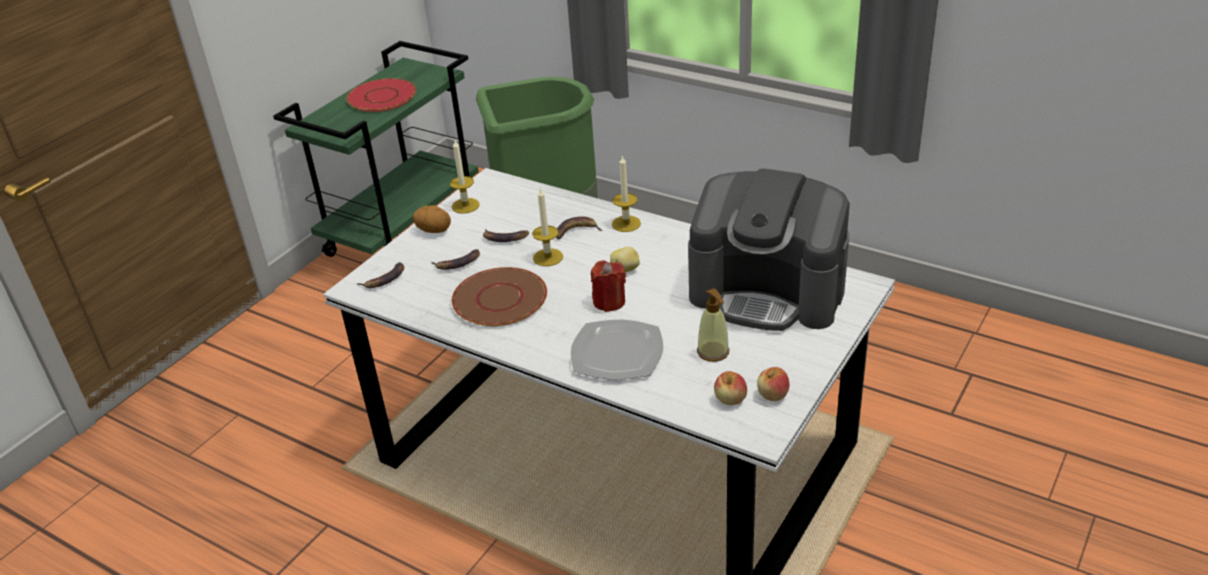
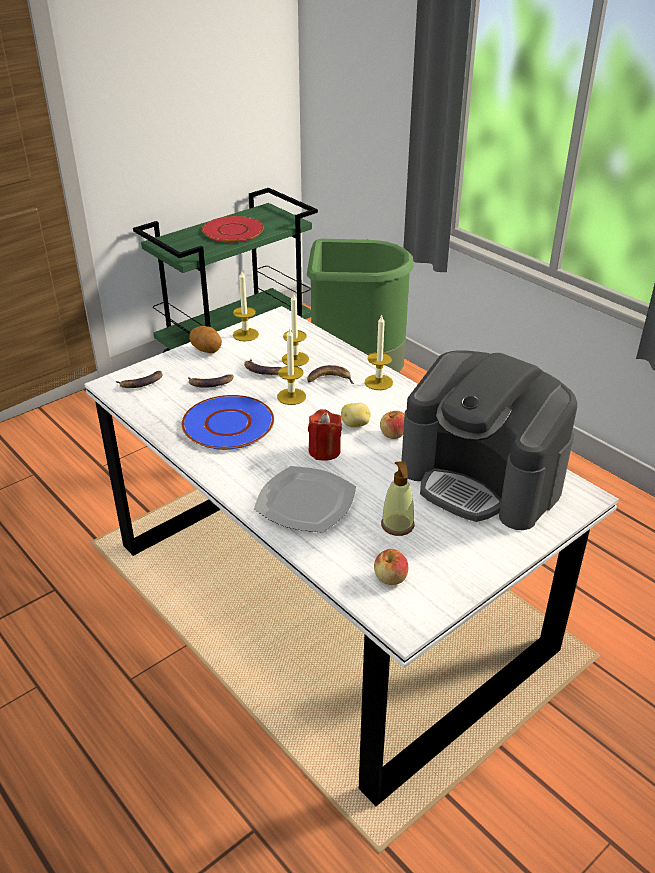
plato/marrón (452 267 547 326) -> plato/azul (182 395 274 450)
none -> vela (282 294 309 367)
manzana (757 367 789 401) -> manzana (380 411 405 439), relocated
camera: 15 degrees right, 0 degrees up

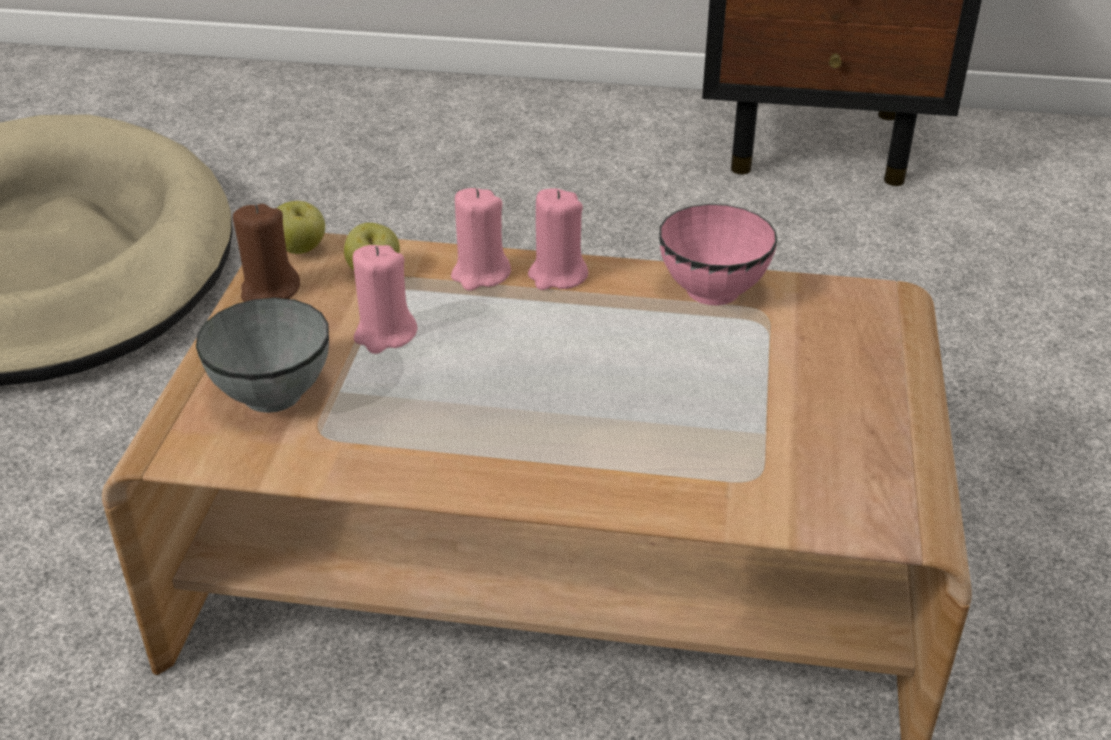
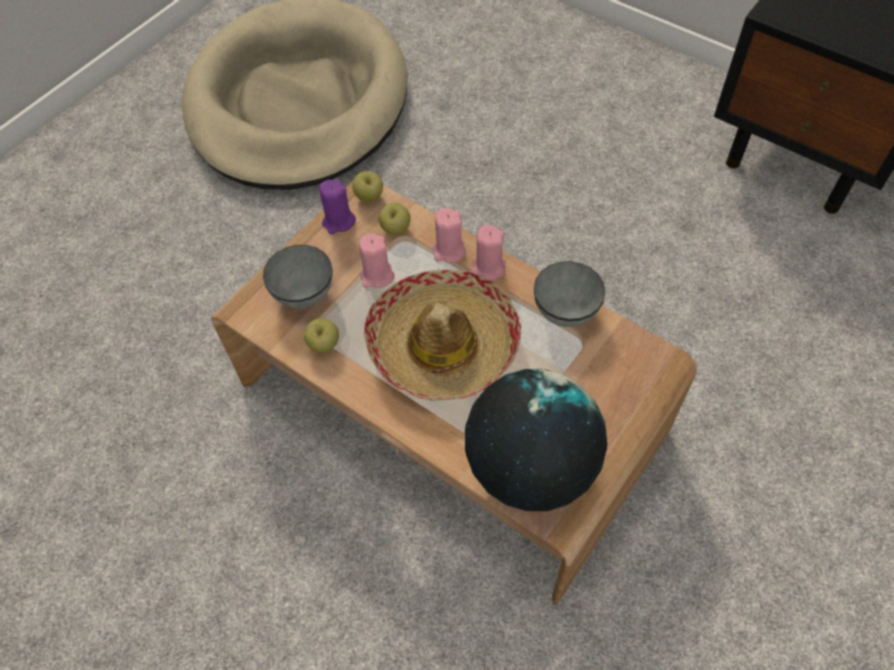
none -> manzana (304 318 339 352)
vela/marrón (233 204 300 302) -> vela/morado (319 180 356 235)
none -> sombrero (364 270 521 401)
none -> globo terráqueo (465 369 607 511)
cuenco/rosa (659 204 777 305) -> cuenco/gris (534 261 605 327)
camera: 30 degrees right, 20 degrees up

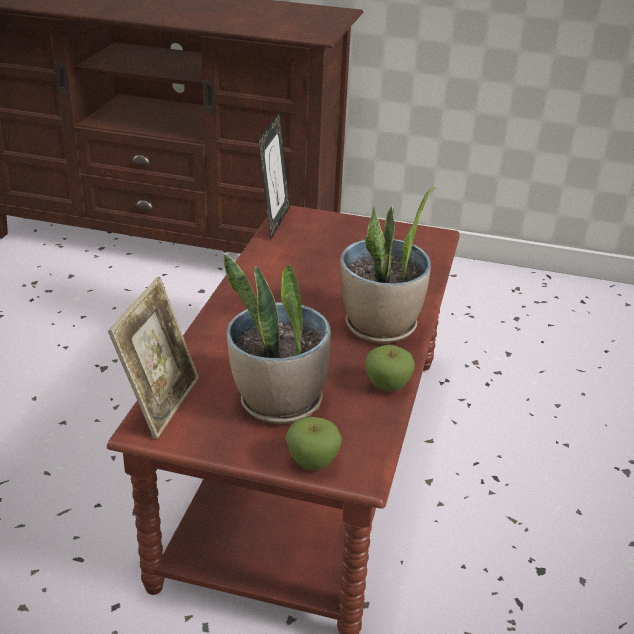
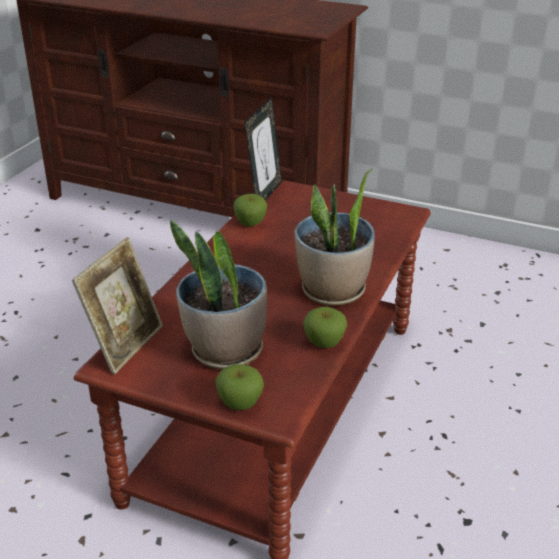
none -> manzana (233 194 267 227)
camera: 10 degrees right, 0 degrees up

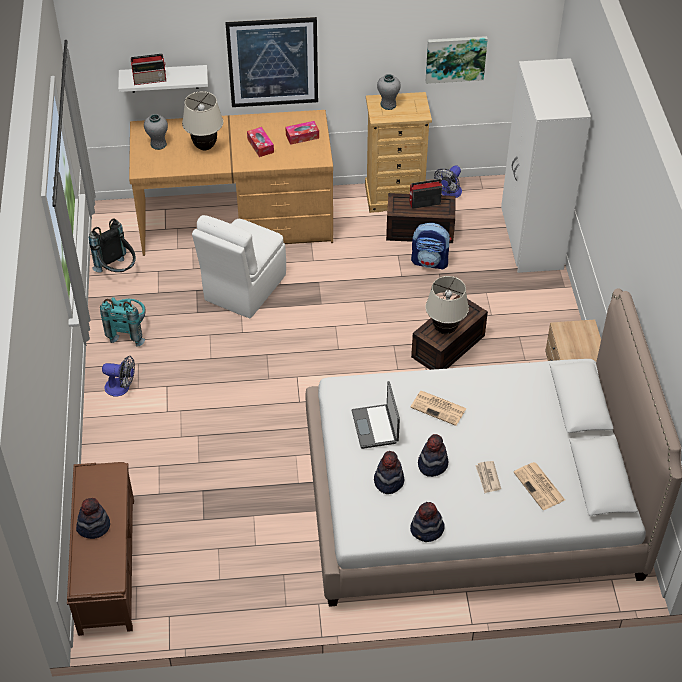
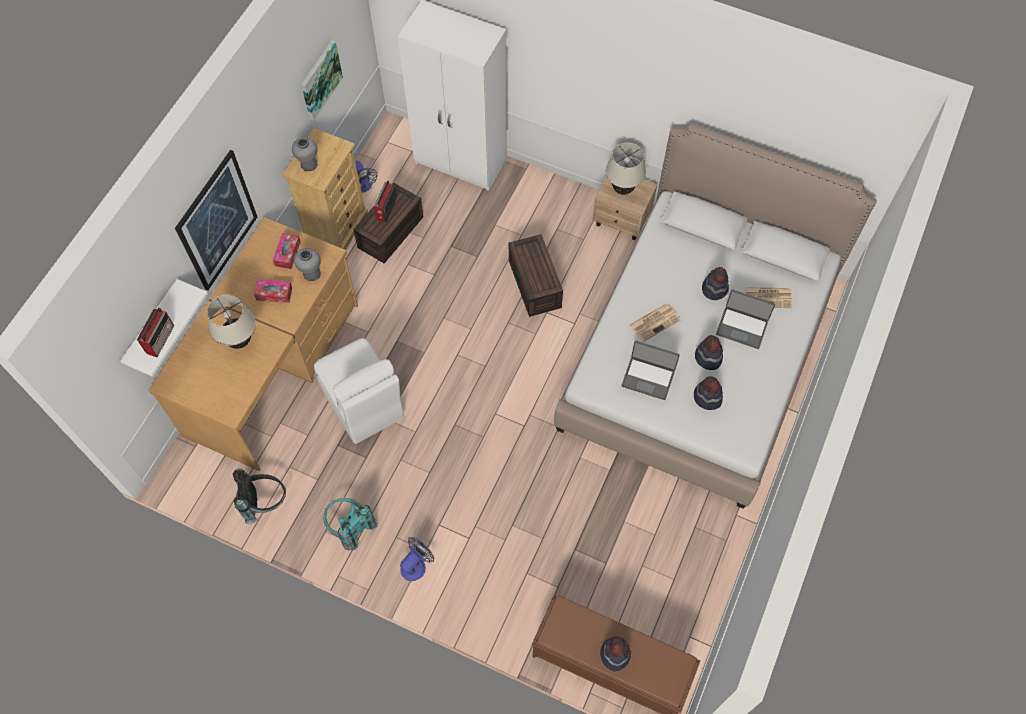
florero/gris (144 114 168 150) -> florero/gris (294 248 321 281), relocated
lámpara de mesa/beis (426 276 469 334) -> lámpara de mesa/beis (605 143 646 195), relocated
sombrero (410 502 445 542) -> sombrero (702 267 729 300), relocated
periódico (475 461 501 493) -> portátil (716 290 775 349)
mochila (411 223 451 270) -> none
camera: 60 degrees left, 15 degrees up

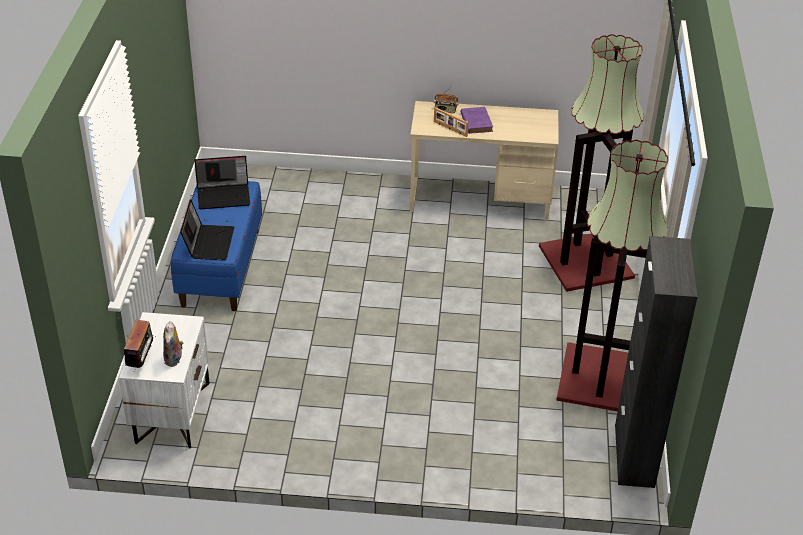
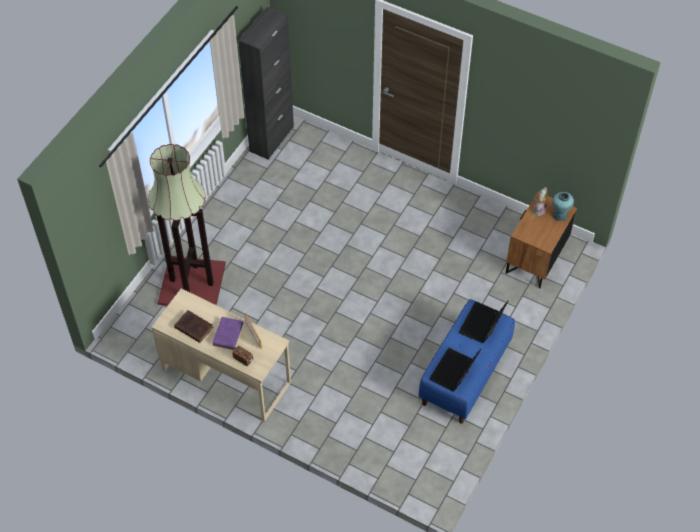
none -> libro/marrón (174 310 213 343)
portátil (194 156 250 209) -> portátil (429 348 481 391), 75 degrees counterclockwise
mesita de noche/blanco (119 312 210 449) -> mesita de noche/marrón (506 192 577 288)
radio (120 320 156 368) -> florero/turquesa (552 192 574 221)
lámpara de pie (556 140 668 411) -> none
camera: 155 degrees left, 15 degrees up

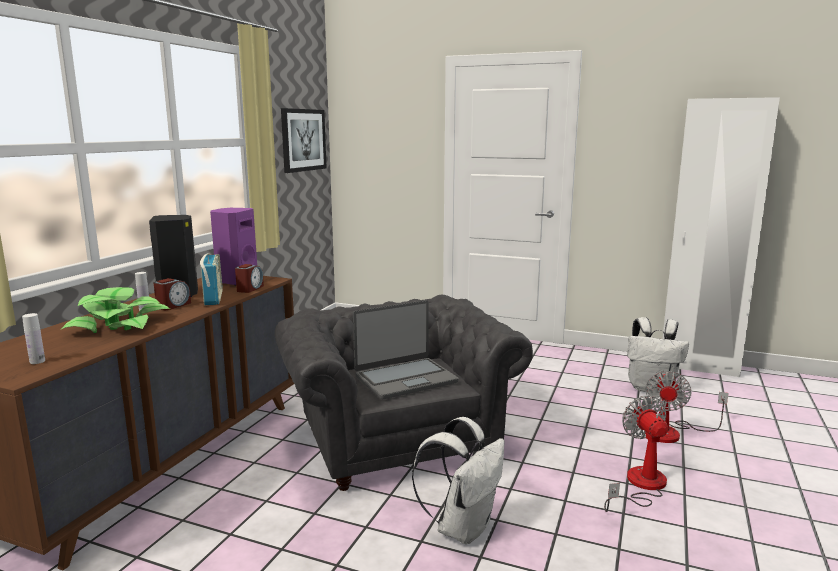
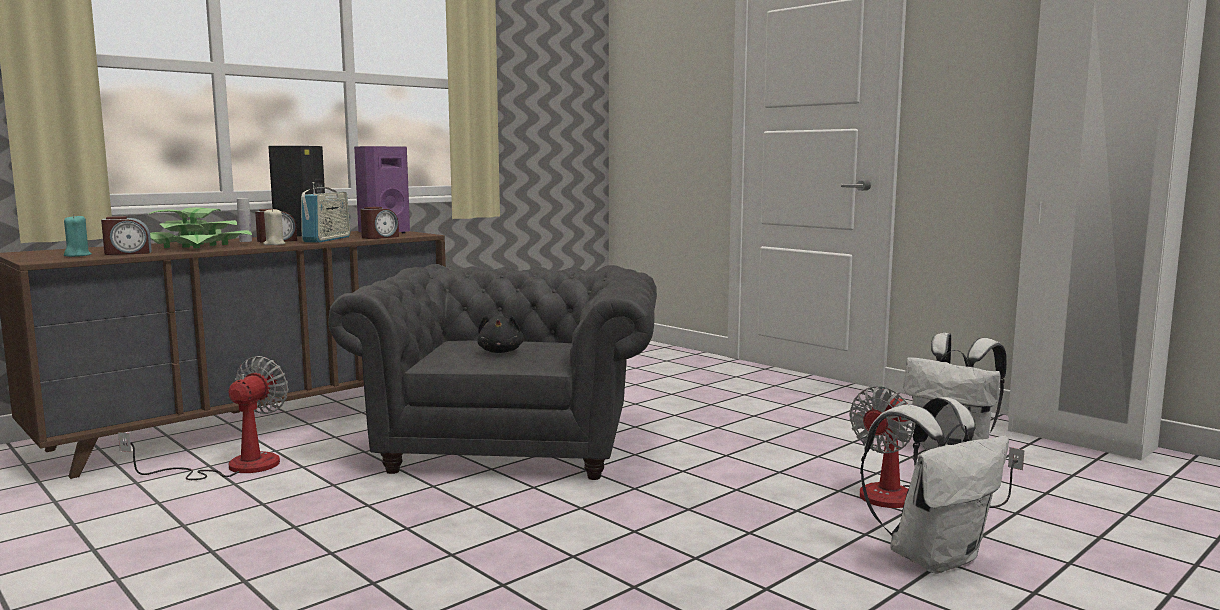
botella/blanco (22 313 45 364) -> vela/turquesa (64 214 92 257)
none -> despertador (101 216 152 255)
ventilador (604 395 668 512) -> ventilador (118 356 288 480), relocated
none -> vela/beis (263 208 285 245)
portátil (353 300 459 399) -> peluche/negro (477 315 524 353)
mochila/blanco (412 417 505 544) -> mochila/blanco (860 397 1009 574), relocated
cuadro (281 108 327 173) -> none
camera: 25 degrees right, 5 degrees down

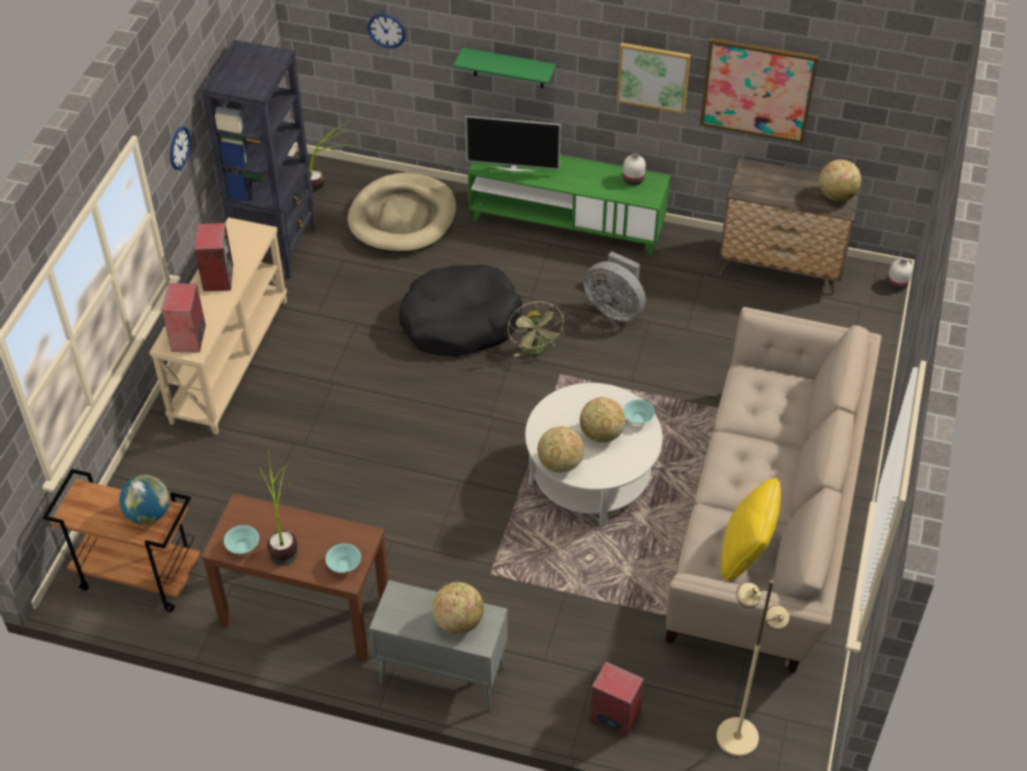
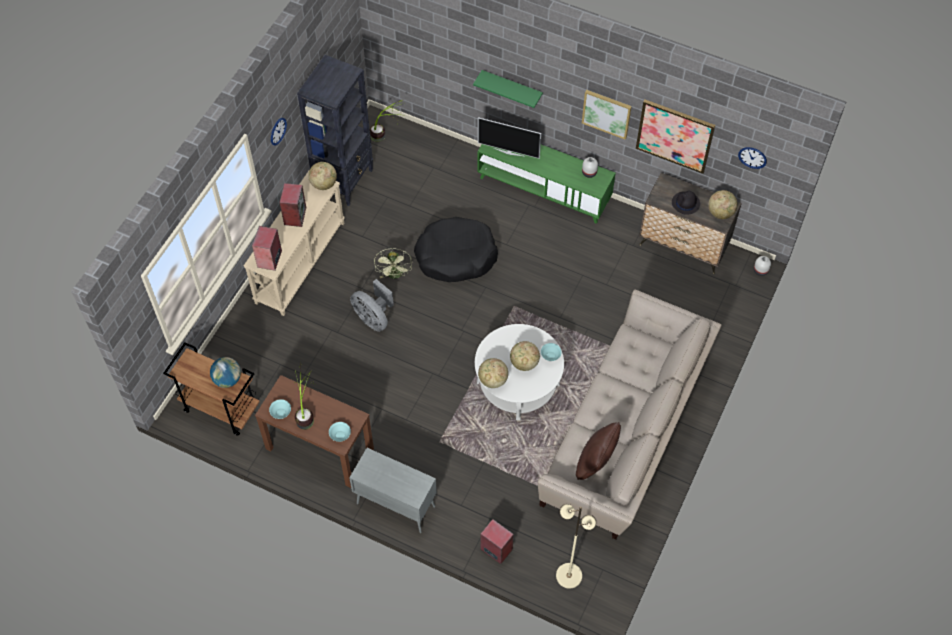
globo terráqueo (432 582 484 634) -> globo terráqueo (308 162 337 190), relocated
ventilador/gris (584 251 645 321) -> ventilador/gris (350 279 394 332), relocated
ventilador/verde (508 301 564 357) -> ventilador/verde (374 248 412 280), relocated
cojín/amarillo (721 477 781 581) -> cojín/marrón (576 422 621 480)
none -> sombrero/negro (672 191 700 215)
reloj de pared (367 14 406 48) -> reloj de pared (738 147 767 169), relocated
cama para perro/beis (347 173 456 253) -> none
camera: 10 degrees right, 10 degrees up

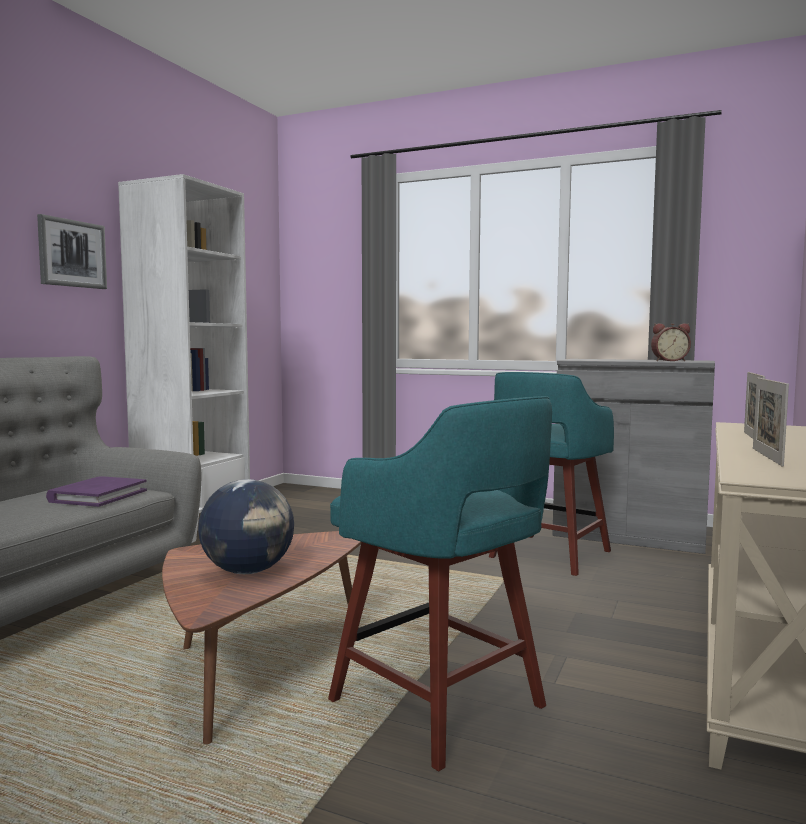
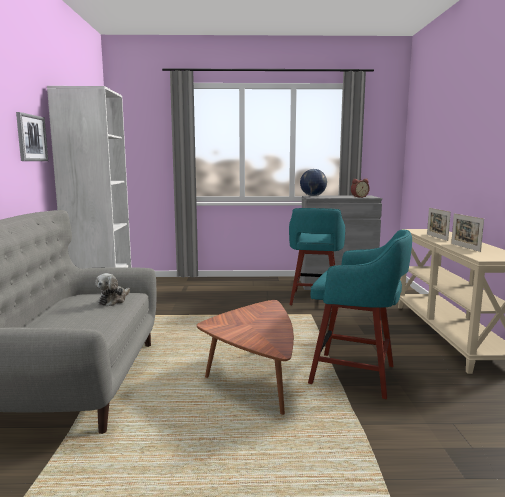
libro/morado (46 476 147 507) -> peluche (95 273 130 306)
globo terráqueo (198 479 294 574) -> globo terráqueo (300 169 327 196), relocated
camera: 25 degrees left, 5 degrees up

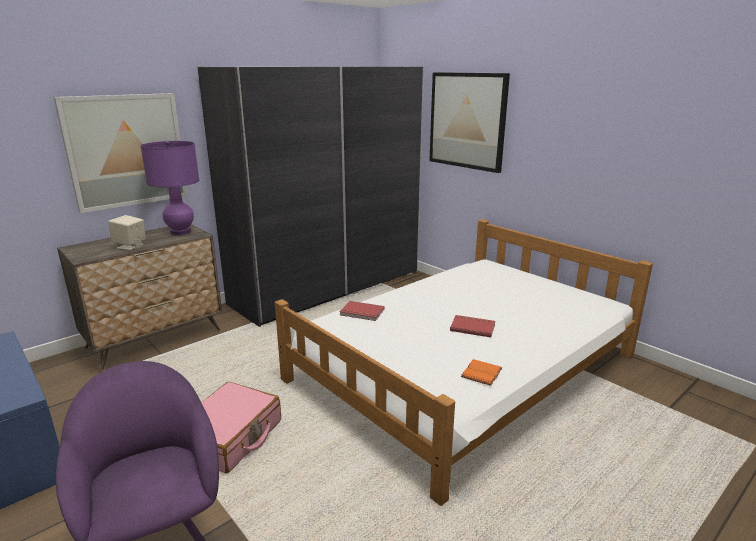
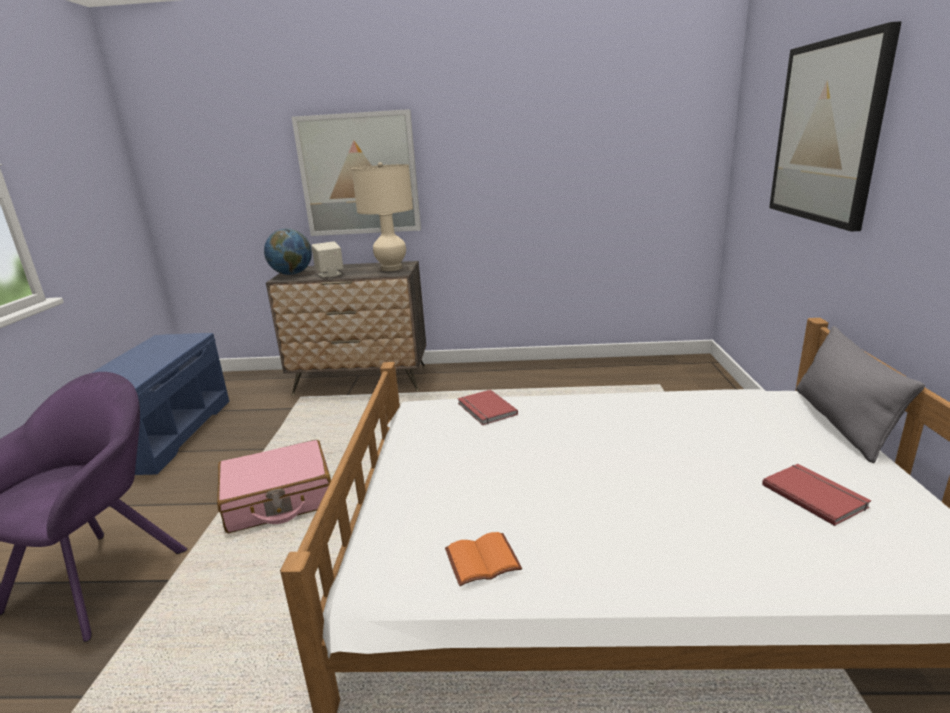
none -> globo terráqueo (264 229 312 275)
lámpara de mesa/morado (140 140 199 235) -> lámpara de mesa/beis (352 162 413 271)
libro/rojo (450 315 495 337) -> libro/rojo (762 464 871 526), relocated
none -> cojín/gris (796 326 925 463)
armario ropero/gris (197 66 424 327) -> none
camera: 45 degrees right, 0 degrees up

